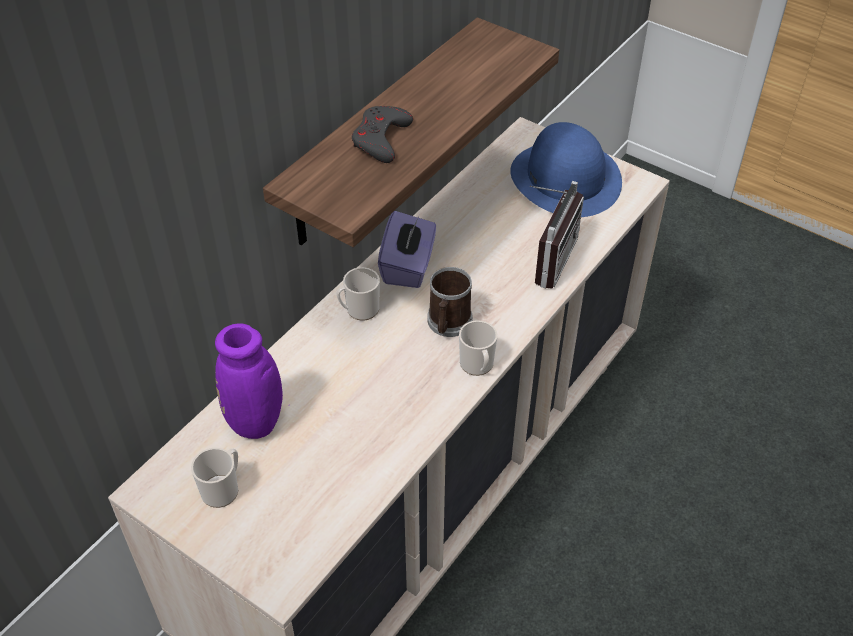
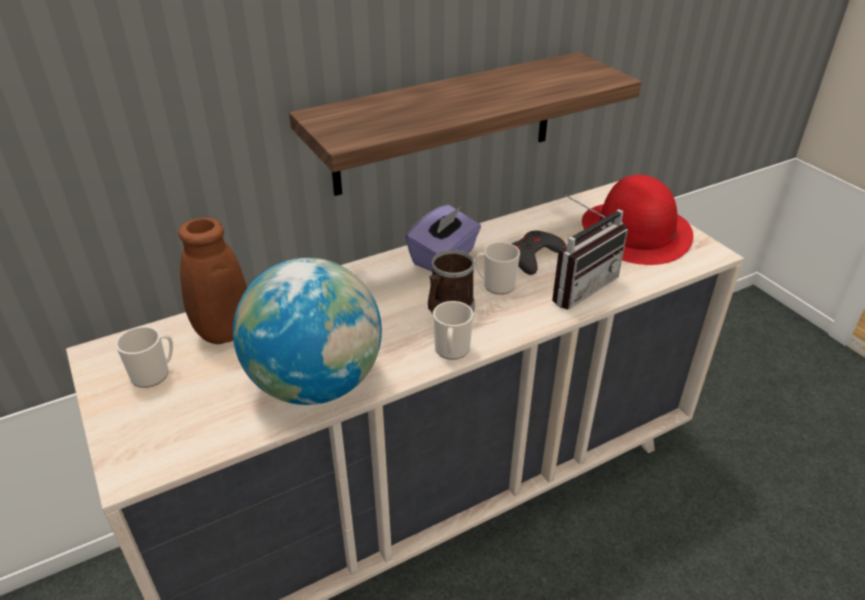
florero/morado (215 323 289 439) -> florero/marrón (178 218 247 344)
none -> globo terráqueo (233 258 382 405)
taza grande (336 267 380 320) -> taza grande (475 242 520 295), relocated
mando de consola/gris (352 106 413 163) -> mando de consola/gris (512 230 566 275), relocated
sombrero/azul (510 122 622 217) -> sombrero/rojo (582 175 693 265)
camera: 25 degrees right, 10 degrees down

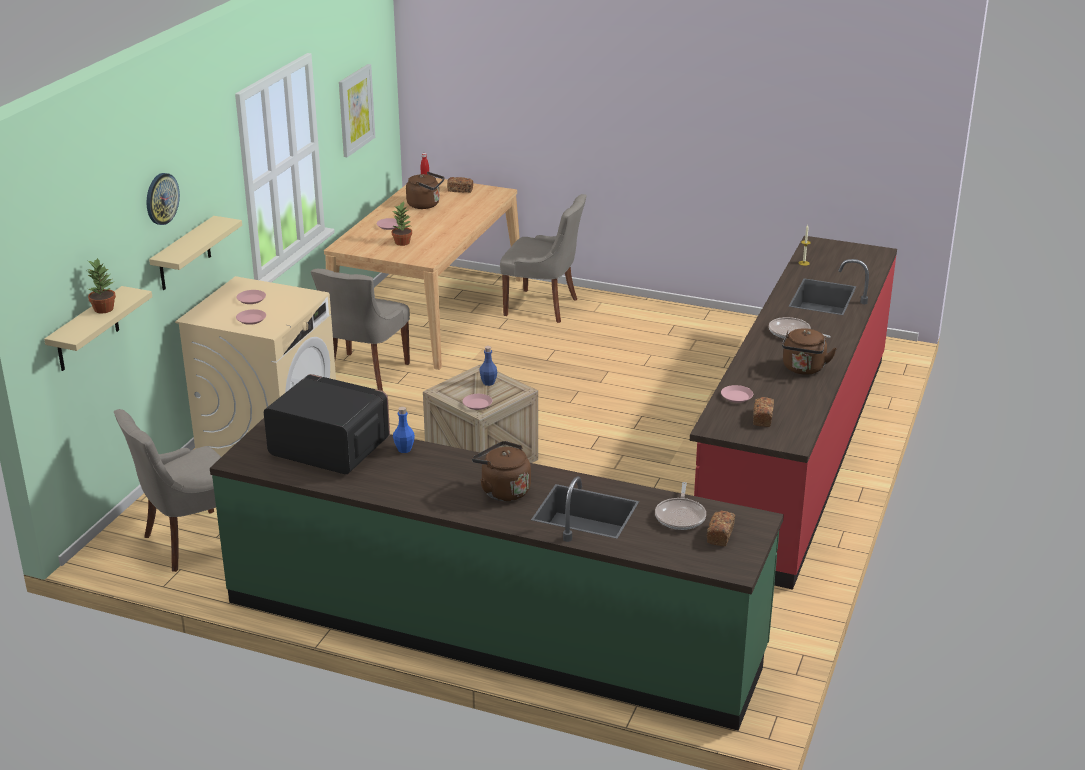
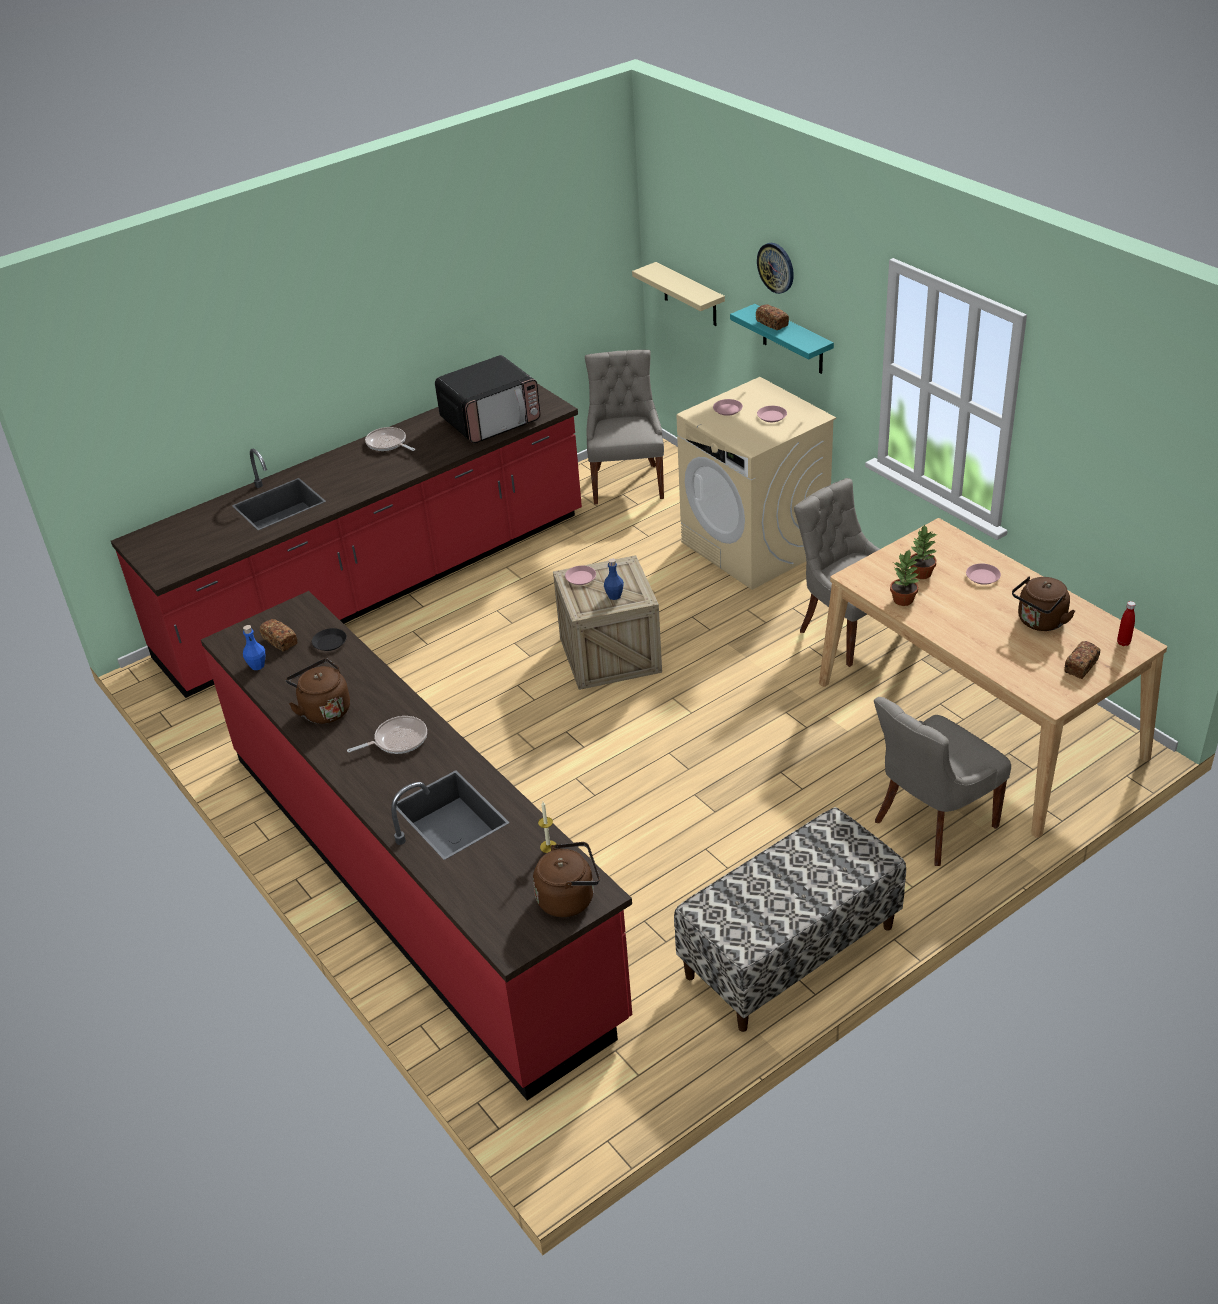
mueble bajo de cocina/verde (210 418 784 731) -> mueble bajo de cocina/rojo (111 383 582 698)
botella/azul (393 407 415 453) -> botella/azul (243 625 265 670), relocated
plato/rosa (721 385 753 403) -> plato/negro (312 628 347 651)
sartén (655 482 706 530) -> sartén (365 427 415 451), relocated
hervidor/marrón (472 441 531 501) -> hervidor/marrón (533 842 600 917), relocated
none -> banco (674 807 906 1032)
estante/beis (149 216 242 290) -> estante/turquesa (730 304 834 374)
pan (707 510 735 547) -> pan (756 304 789 330), relocated
planta en maceta (87 258 116 313) -> planta en maceta (890 550 918 606), relocated
cuadro (339 64 375 157) -> none
camera: 125 degrees right, 10 degrees up

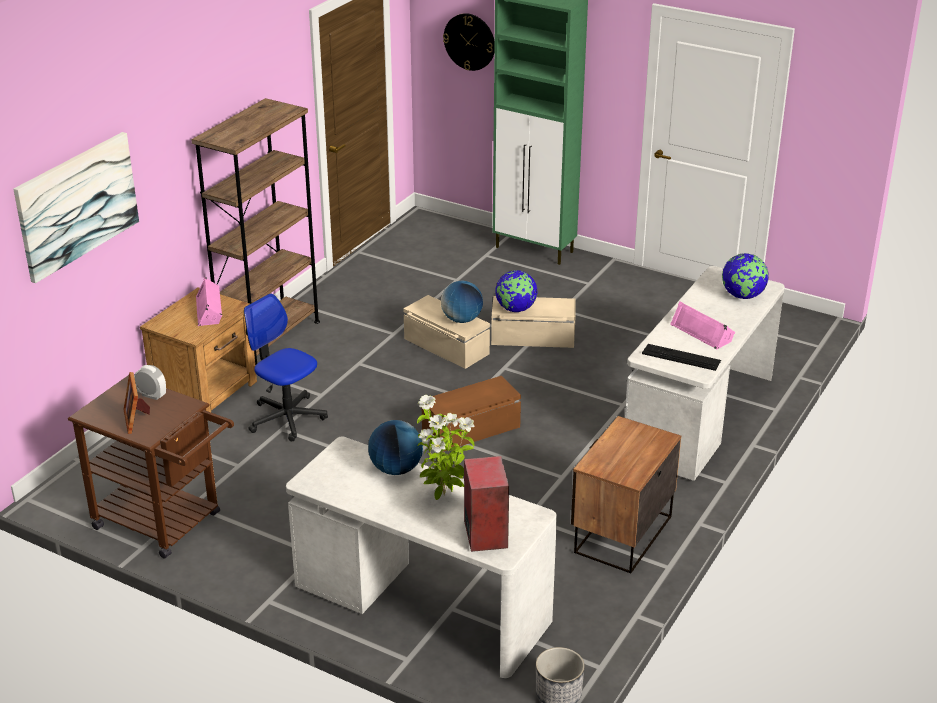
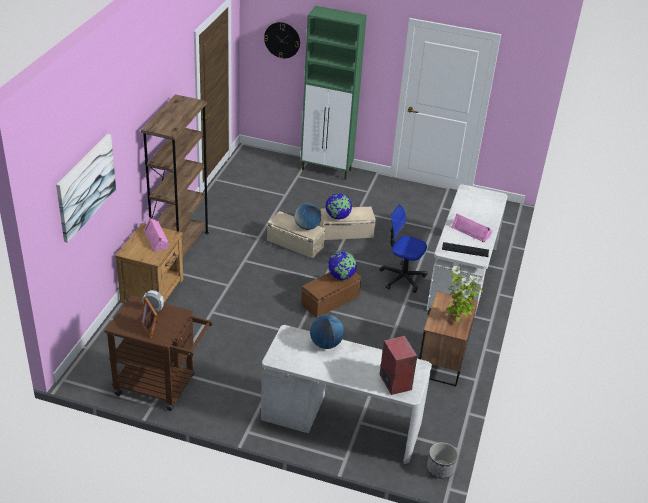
globo terráqueo (722 253 769 299) -> globo terráqueo (328 251 357 280), relocated
silla de oficina (244 294 328 441) -> silla de oficina (380 205 428 293), relocated
planta en maceta (417 395 475 500) -> planta en maceta (446 266 483 323), relocated
camera: 15 degrees left, 5 degrees up

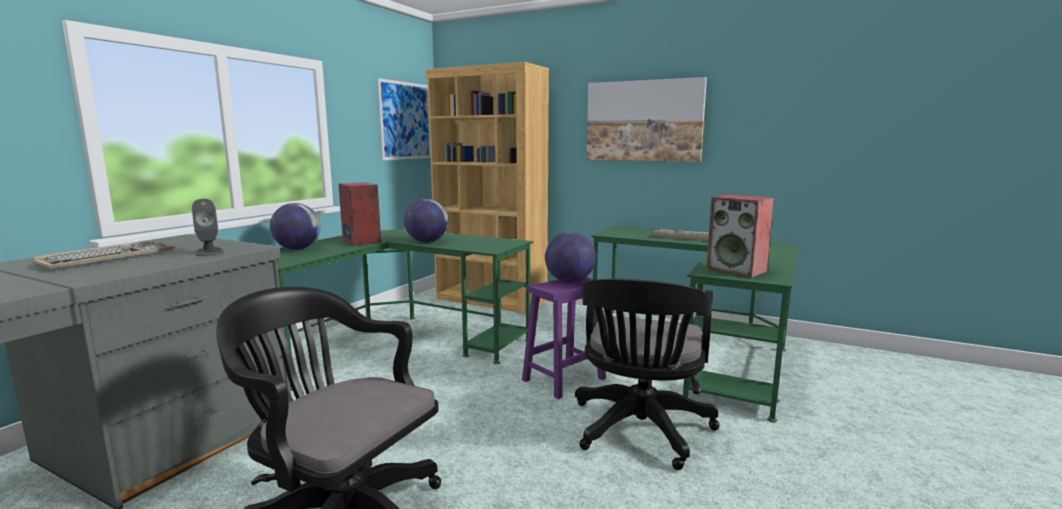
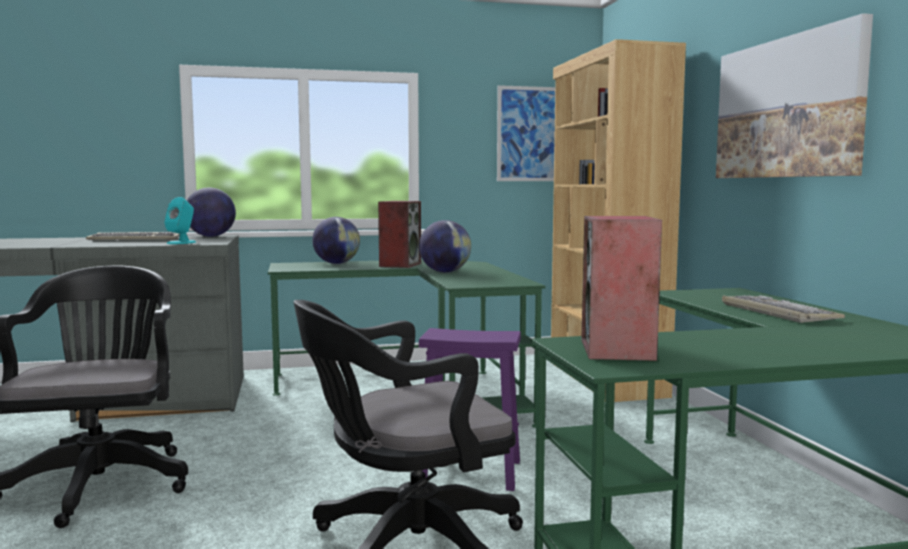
altavoz/gris (192 199 224 256) -> altavoz/turquesa (164 197 196 244)
globo terráqueo (545 232 596 282) -> globo terráqueo (187 187 236 237), relocated
camera: 50 degrees right, 5 degrees down

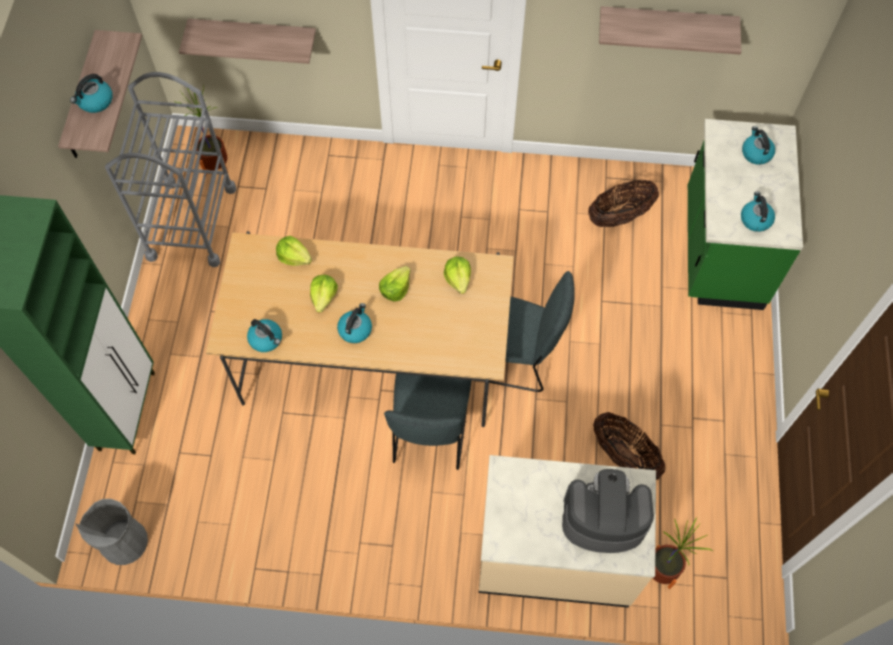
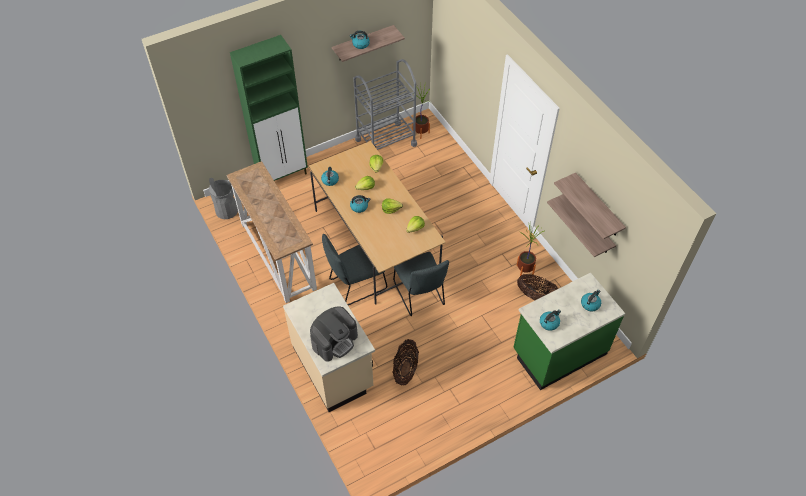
none -> mesa consola (226 161 317 303)
cafetera (562 469 654 553) -> cafetera (310 306 358 362), 75 degrees clockwise
planta en maceta (653 518 713 589) -> planta en maceta (516 224 544 276), relocated
estante (179 18 316 64) -> estante (547 194 616 257), relocated
camera: 55 degrees right, 10 degrees down

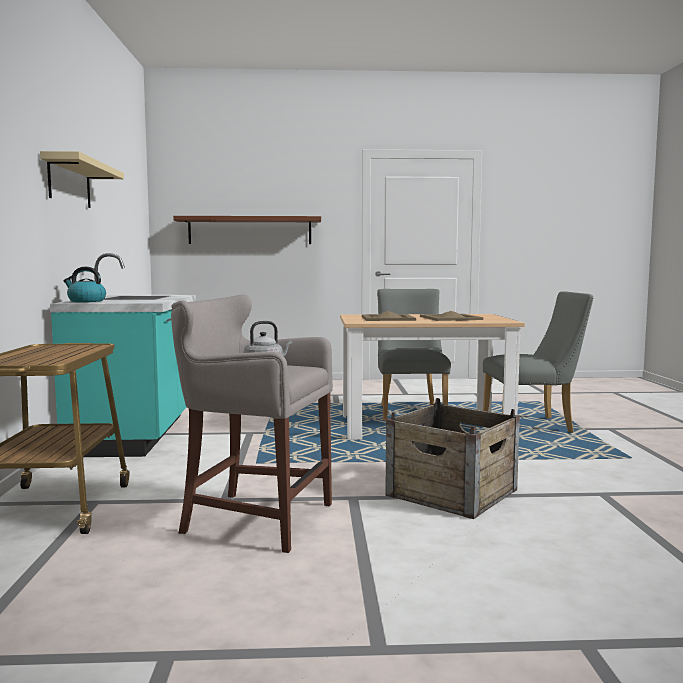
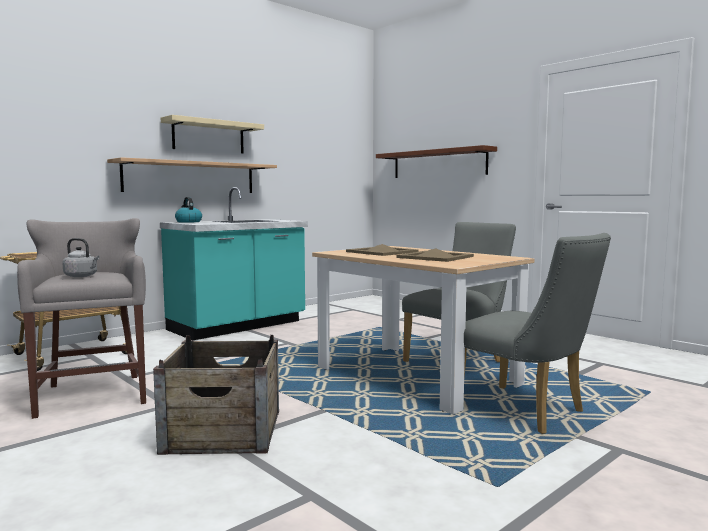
none -> estante (107 157 277 193)
camera: 50 degrees right, 0 degrees up

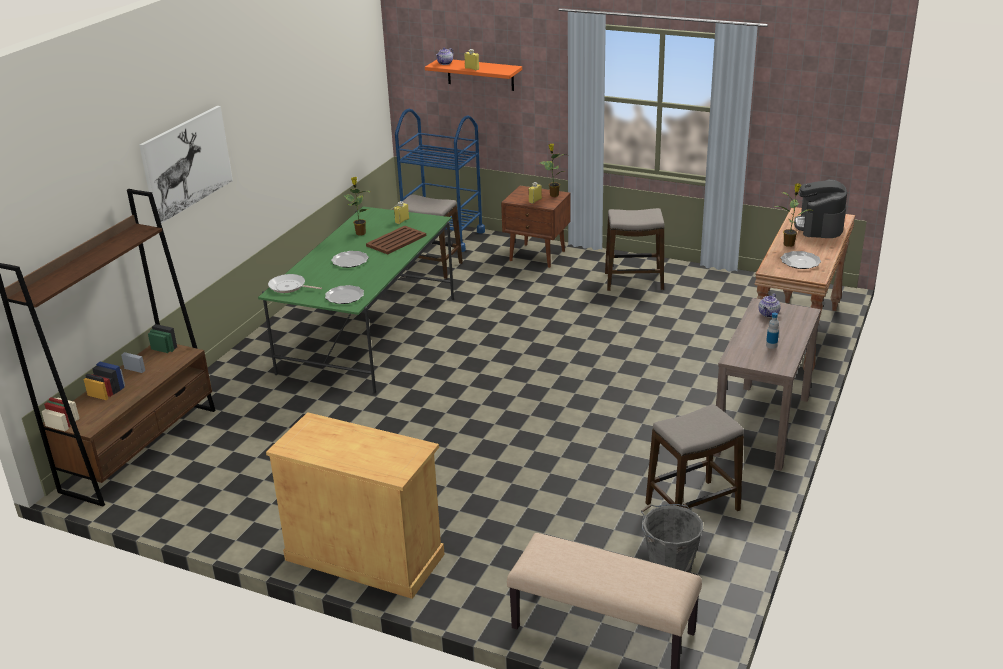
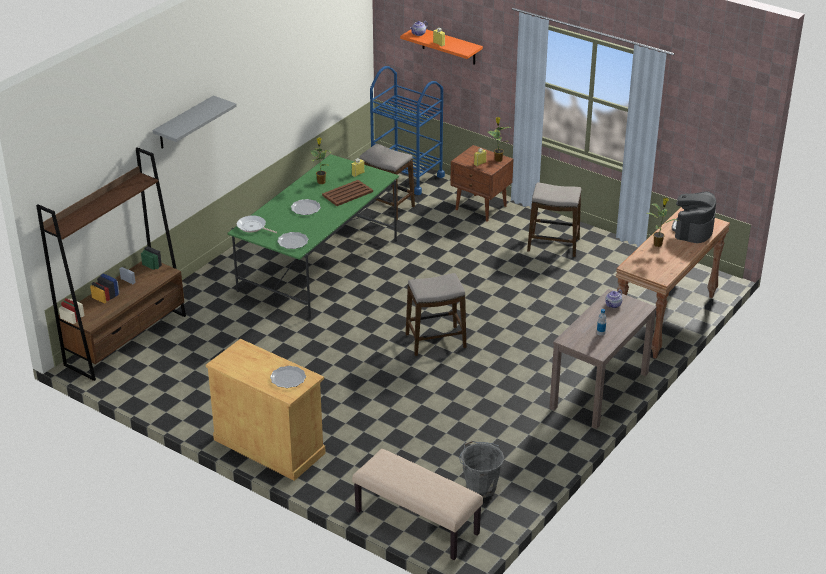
cuadro (139 106 233 225) -> estante/gris (152 95 237 149)
plato (781 251 821 269) -> plato (270 366 306 388), relocated
taburete (645 404 744 511) -> taburete (406 273 466 356), relocated
camera: 10 degrees right, 5 degrees up

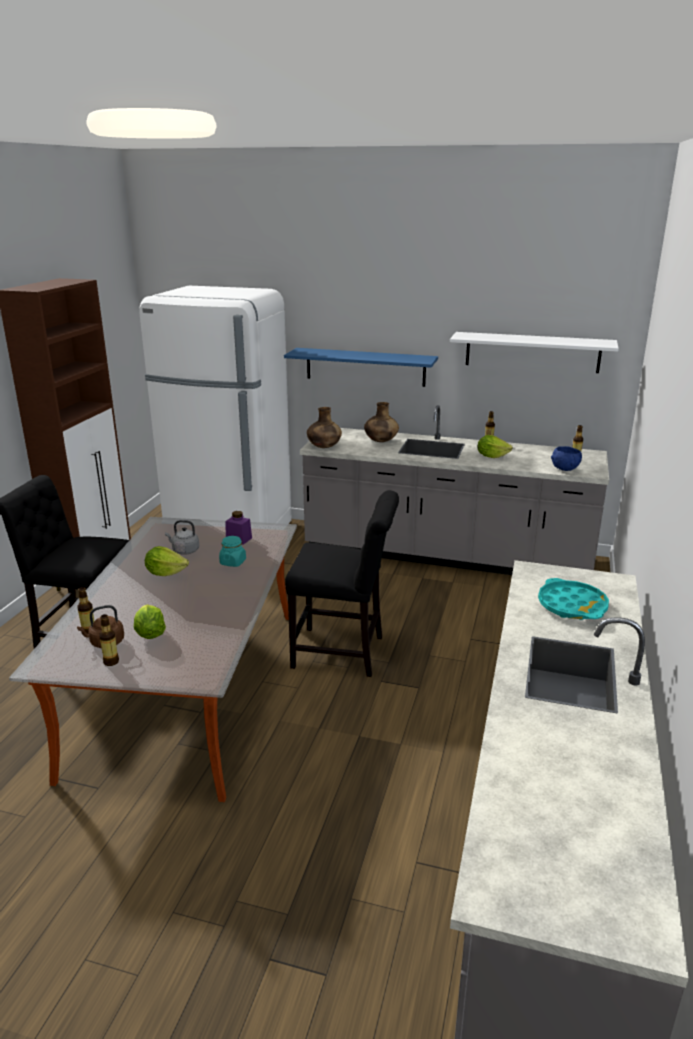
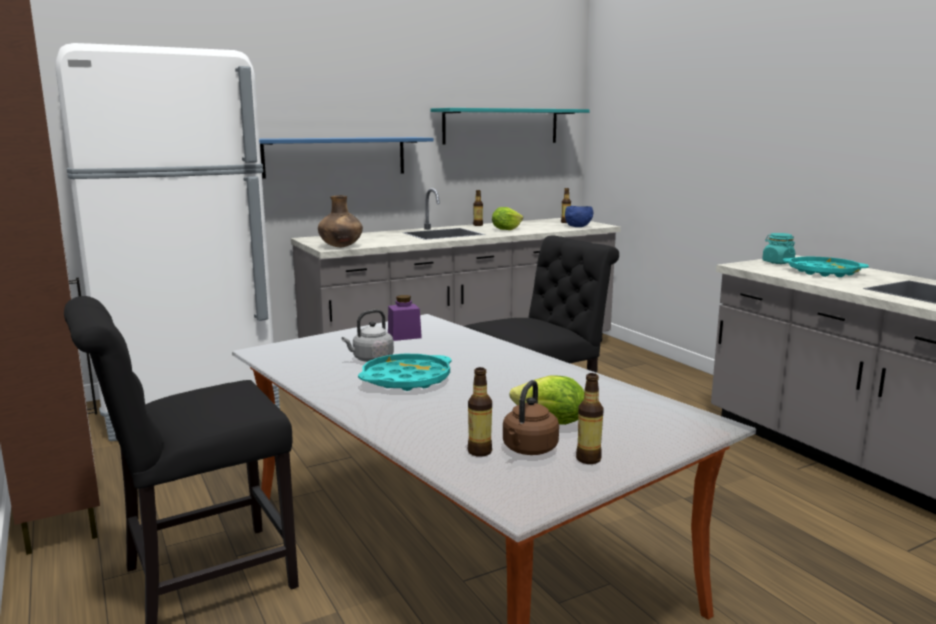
lechuga (145 546 189 576) -> bandeja/turquesa (358 354 451 391)
estante/blanco (450 332 619 373) -> estante/turquesa (431 108 590 145)
tarro/turquesa (219 536 246 567) -> tarro/turquesa (762 233 795 264), relocated
florero/marrón (364 402 399 442) -> none
camera: 45 degrees left, 10 degrees down

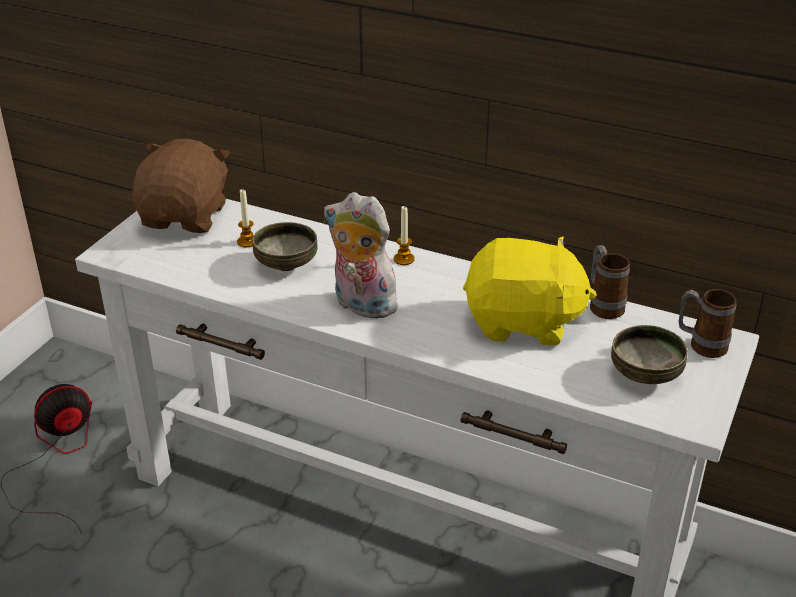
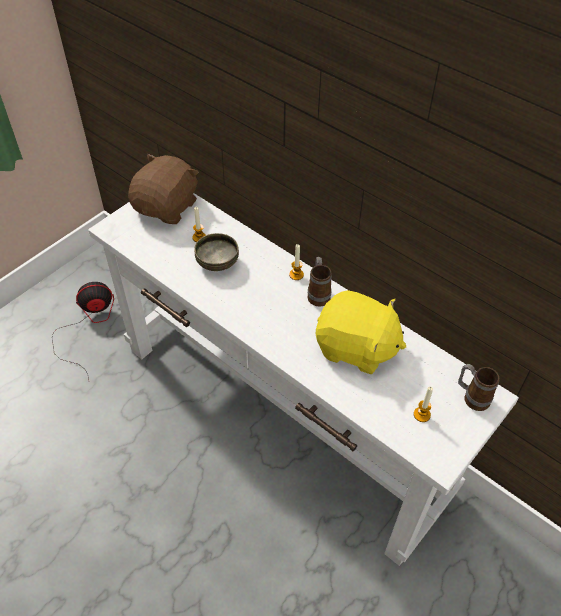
taza grande (590 245 630 319) -> taza grande (308 257 332 306), relocated
cuenco (611 325 688 384) -> vela (413 387 433 422)
peluche (324 192 405 319) -> none
camera: 15 degrees right, 15 degrees up

